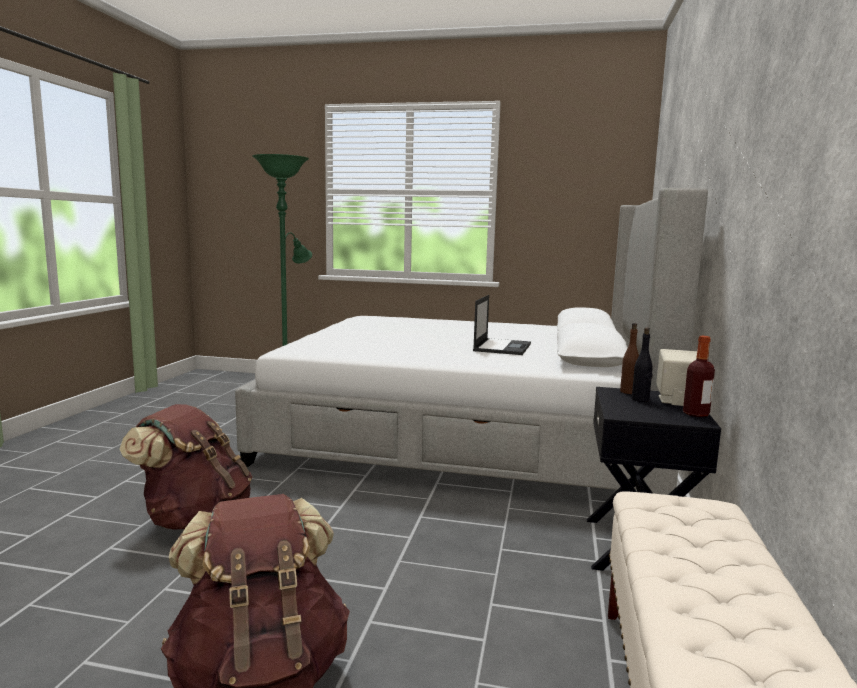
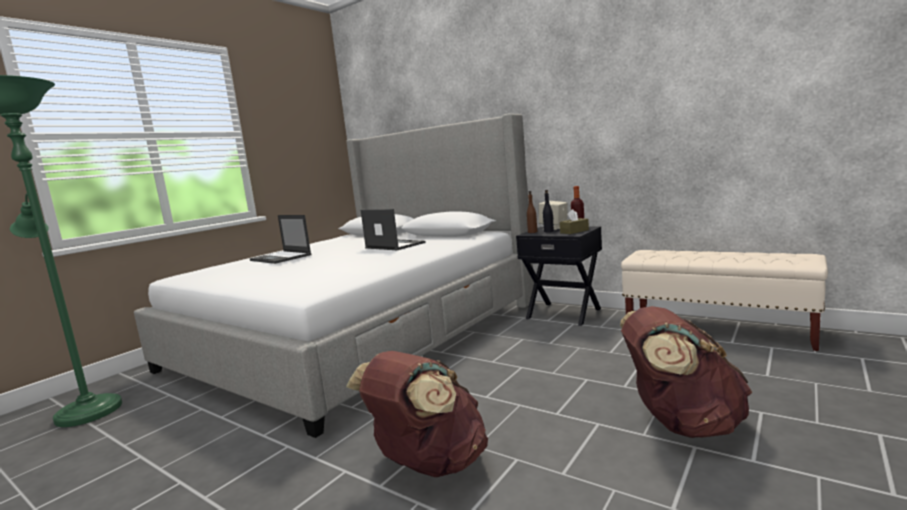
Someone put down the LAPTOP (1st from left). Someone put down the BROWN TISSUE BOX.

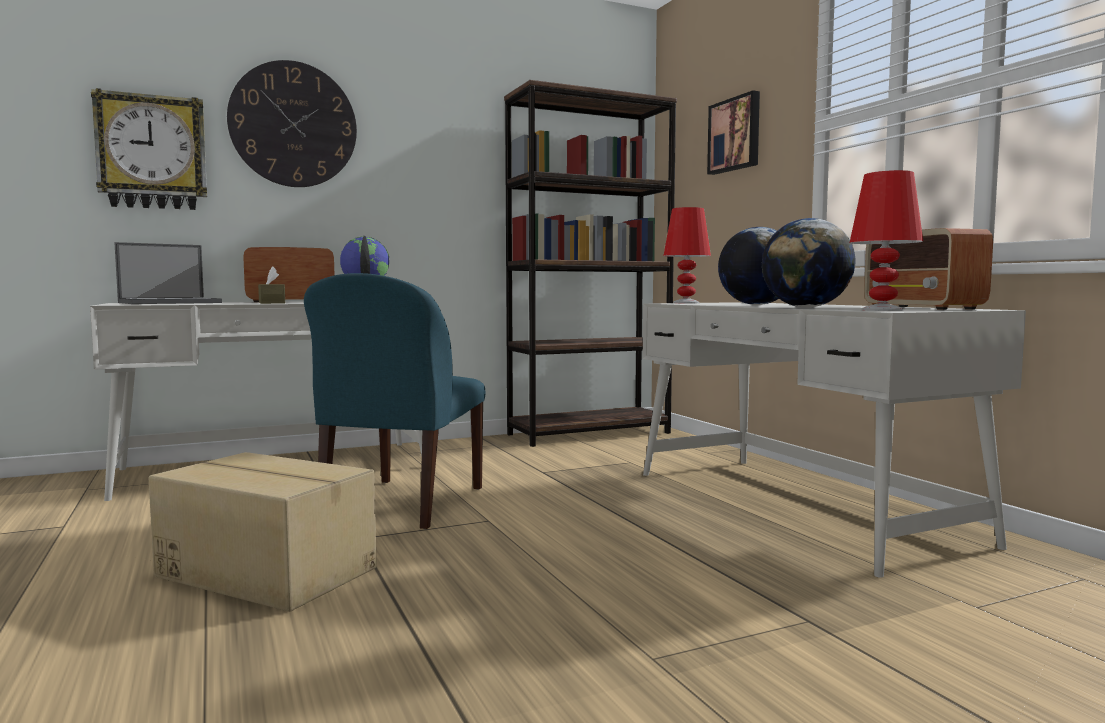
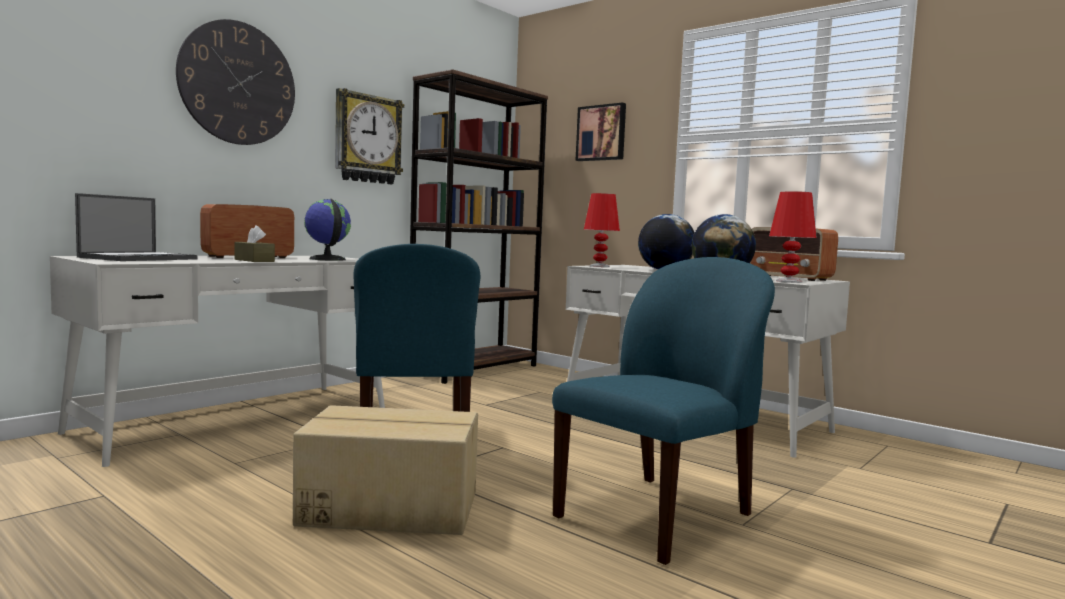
Someone put down the BLUE CHAIR (2nd from left). Someone carried the WALL CLOCK (1st from left in the first image).

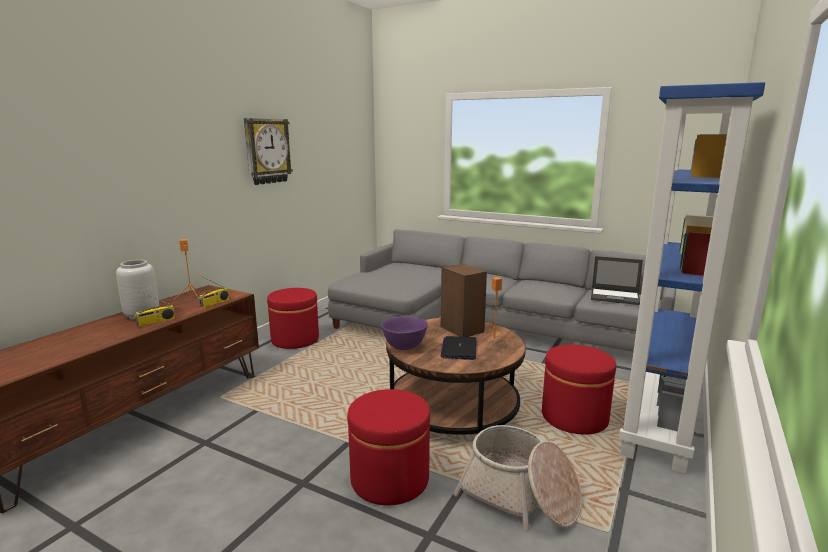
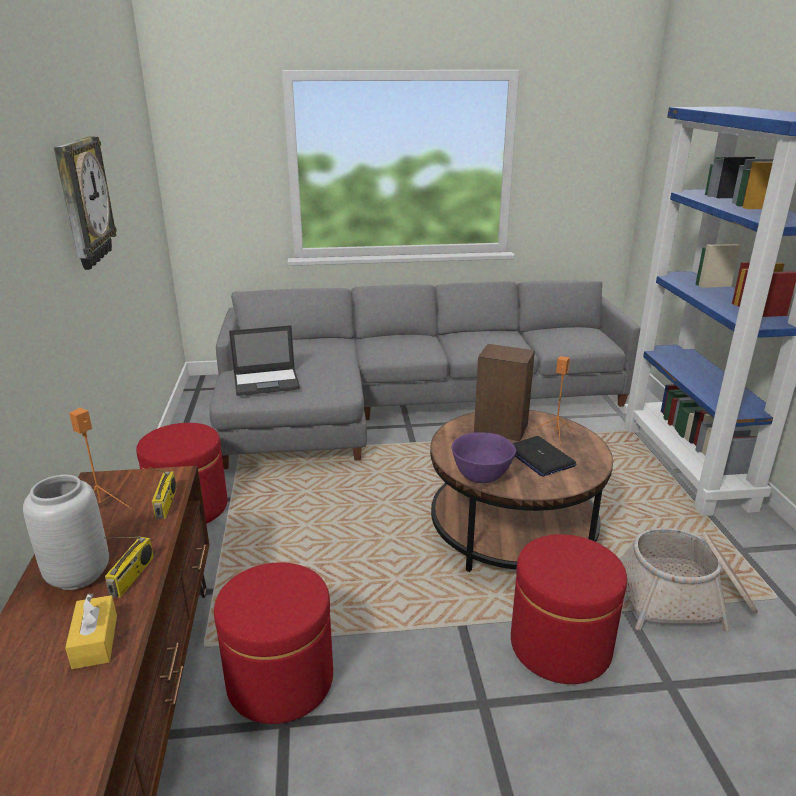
Someone put down the YELLOW TISSUE BOX. Someone carried the RED OTTOMAN (3rd from left in the first image). Someone carried the LAPTOP (2nd from left in the first image).

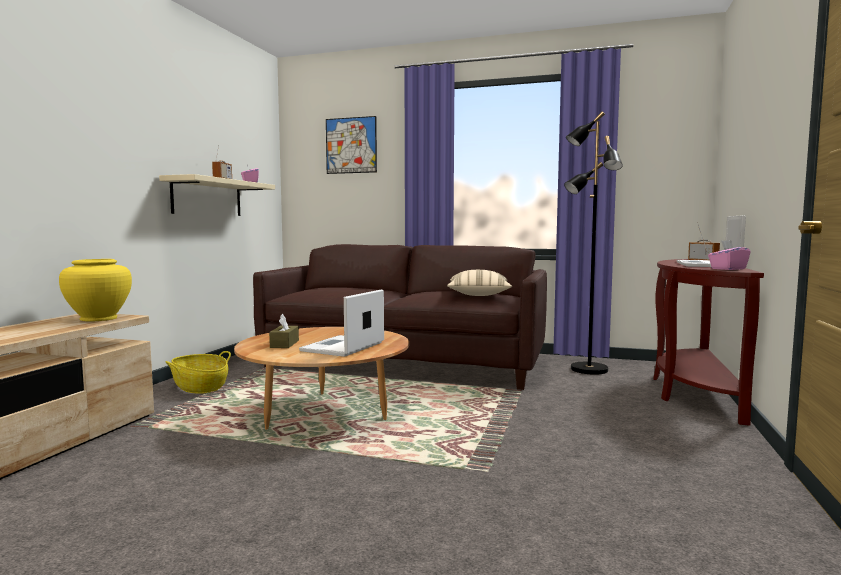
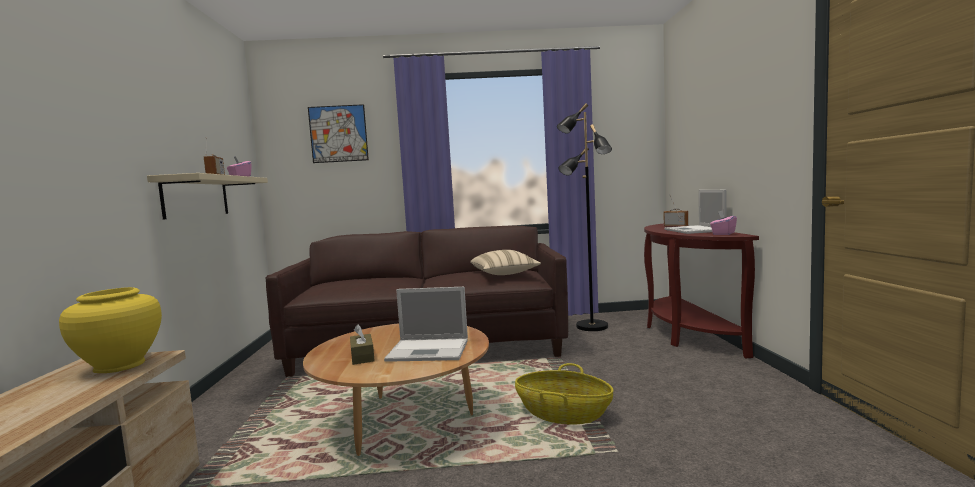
Someone carried the BASKET. Someone rotated the LAPTOP (1st from left) by 90 degrees counterclockwise.

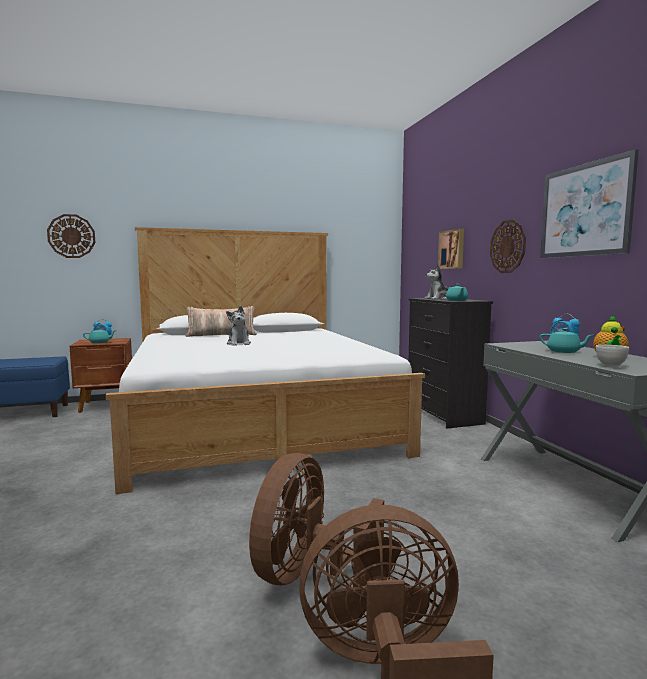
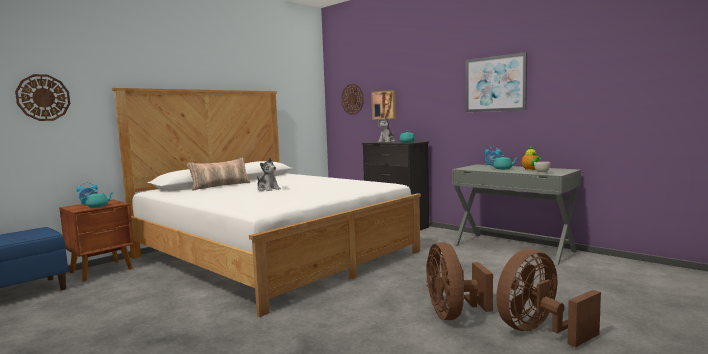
Someone carried the WALL CLOCK (2nd from left).

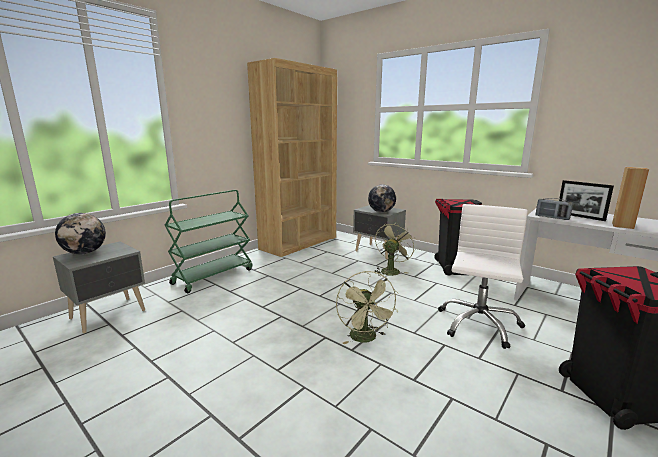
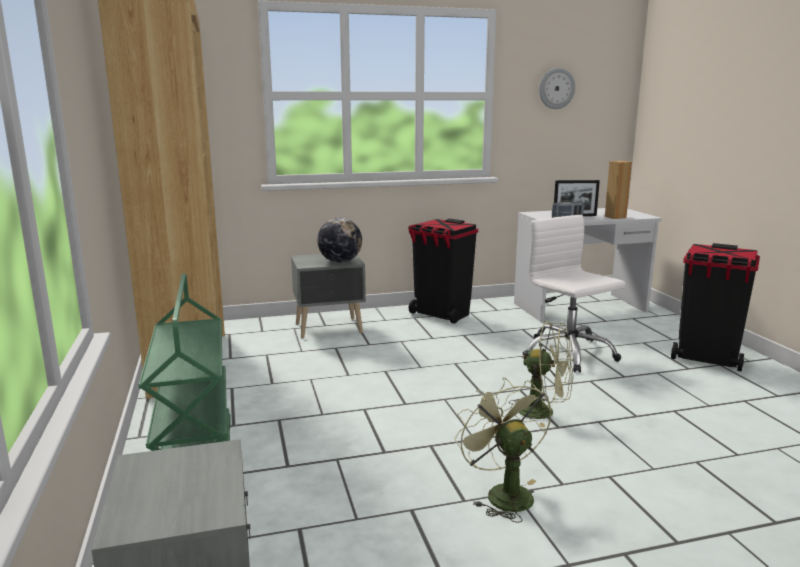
Someone took away the GLOBE (1st from left). Someone put up the WALL CLOCK. Someone carried the GREEN FAN (2nd from left in the first image).

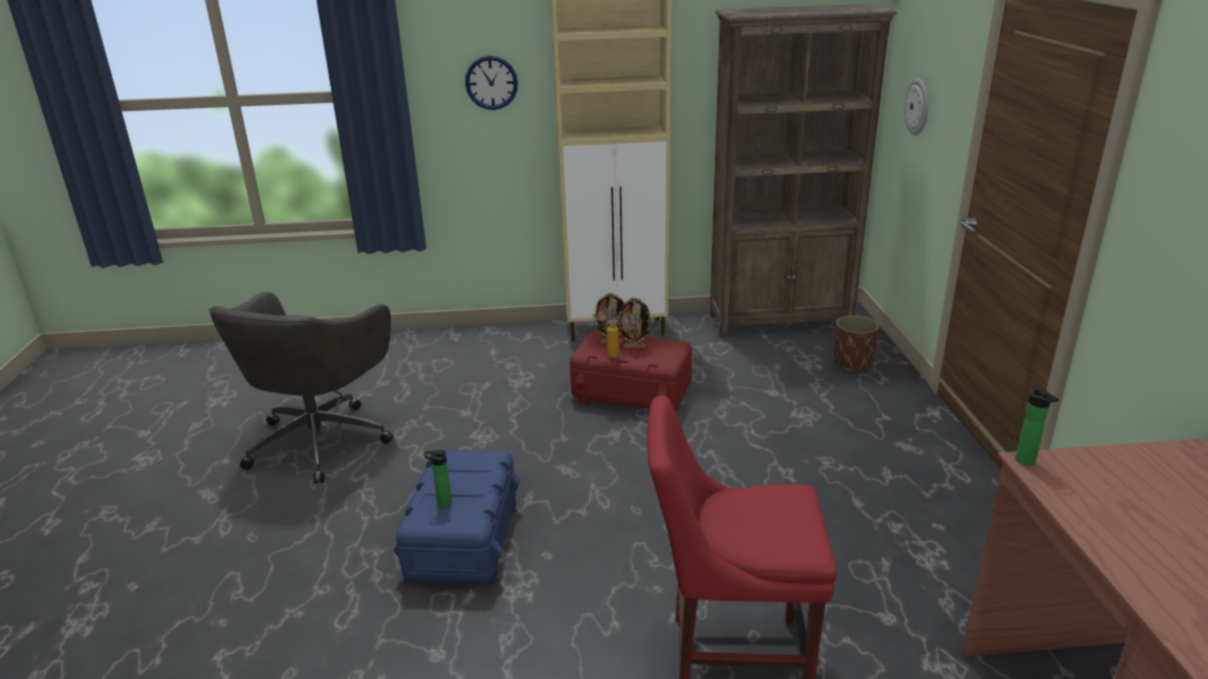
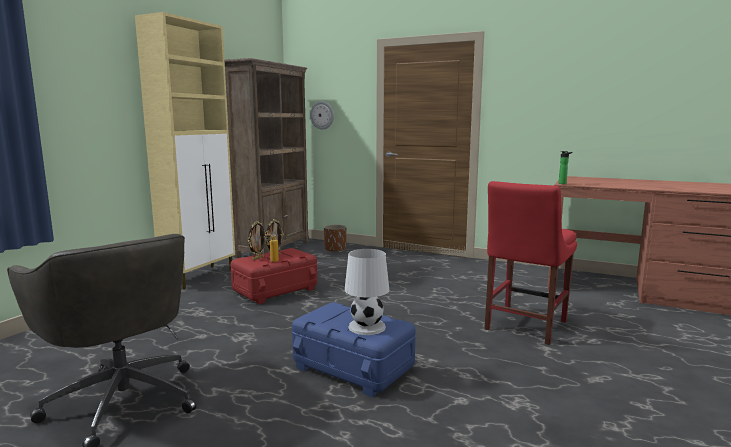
Someone took away the WALL CLOCK (1st from left). Someone swapped the BOTTLE (1st from left) for the WHITE TABLE LAMP.

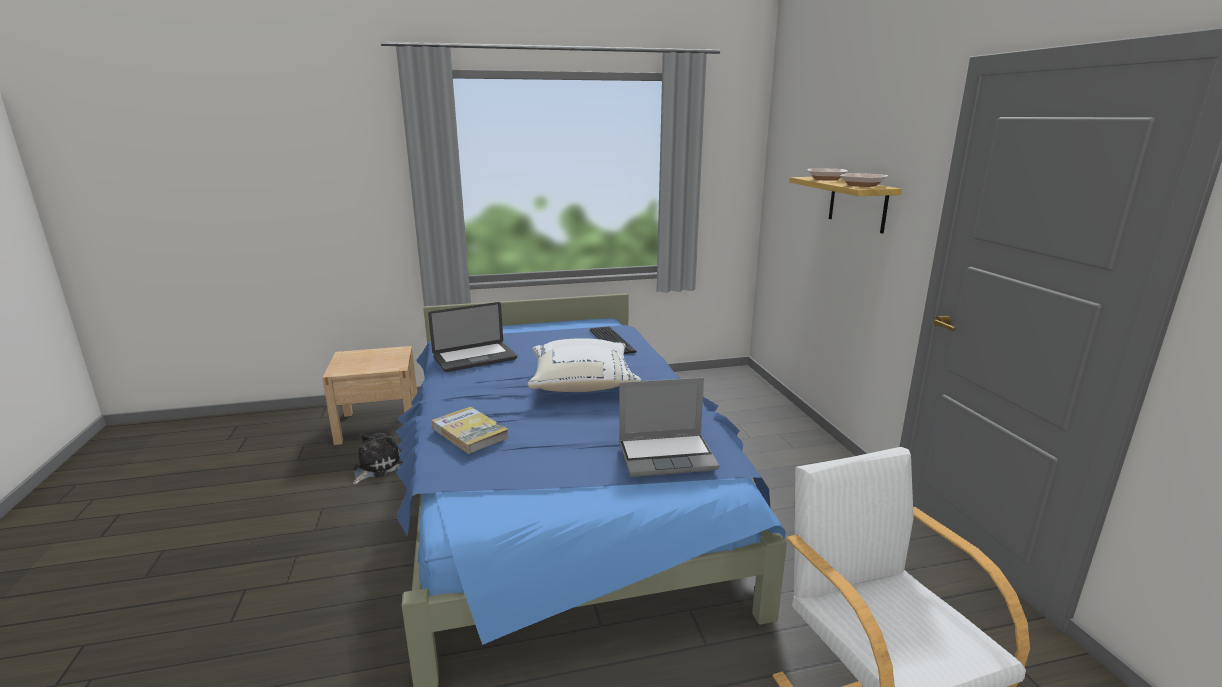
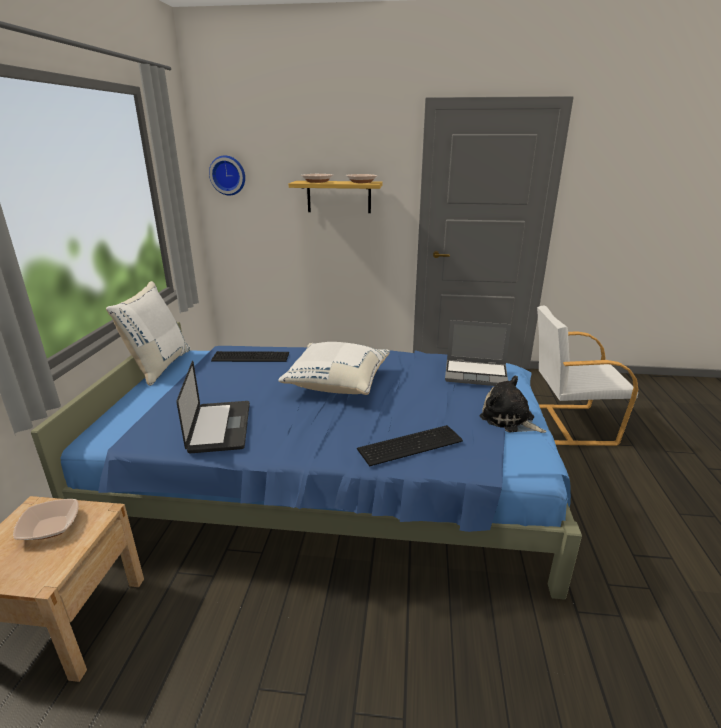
Someone put down the BOWL (1st from left). Someone put down the WHITE PILLOW (1st from left). Someone put up the WALL CLOCK. Someone carried the PLUSH TOY. Someone swapped the BOOK for the KEYBOARD (2nd from left). Someone rotated the LAPTOP (2nd from left) by 90 degrees clockwise.

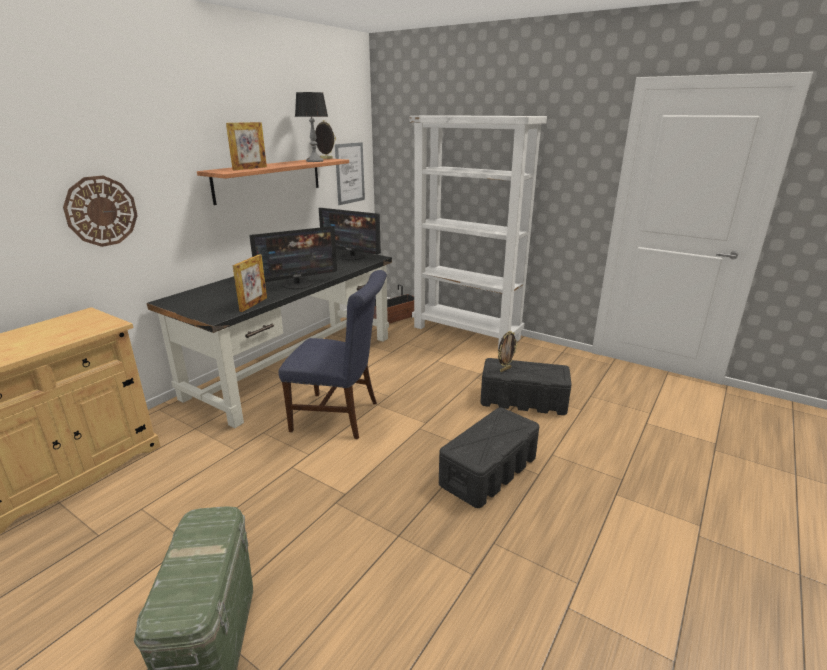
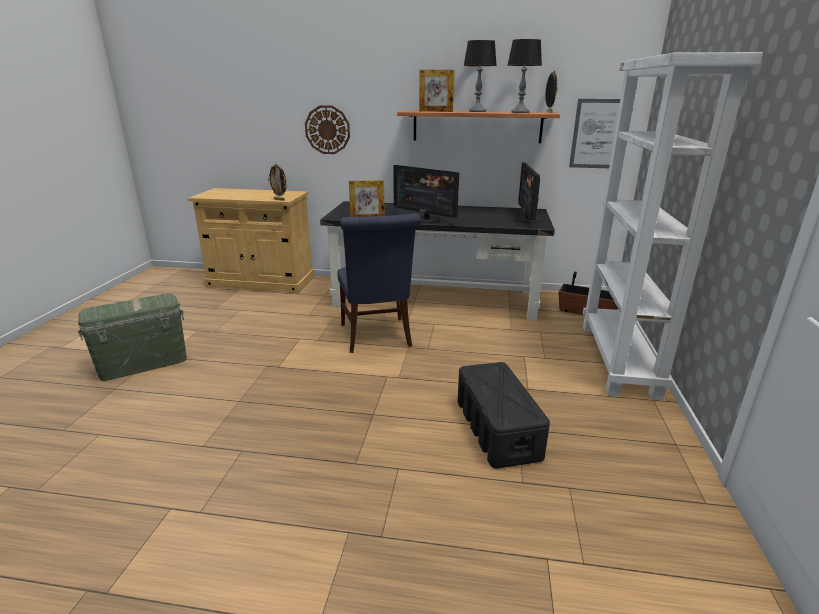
Someone took away the BLACK STORAGE BOX (1st from left). Someone put down the TABLE LAMP (1st from left). Someone carried the PICTURE FRAME (4th from left in the first image).

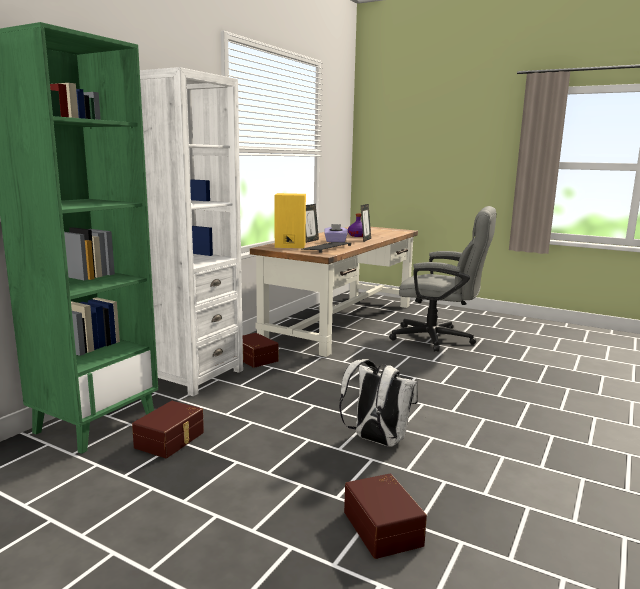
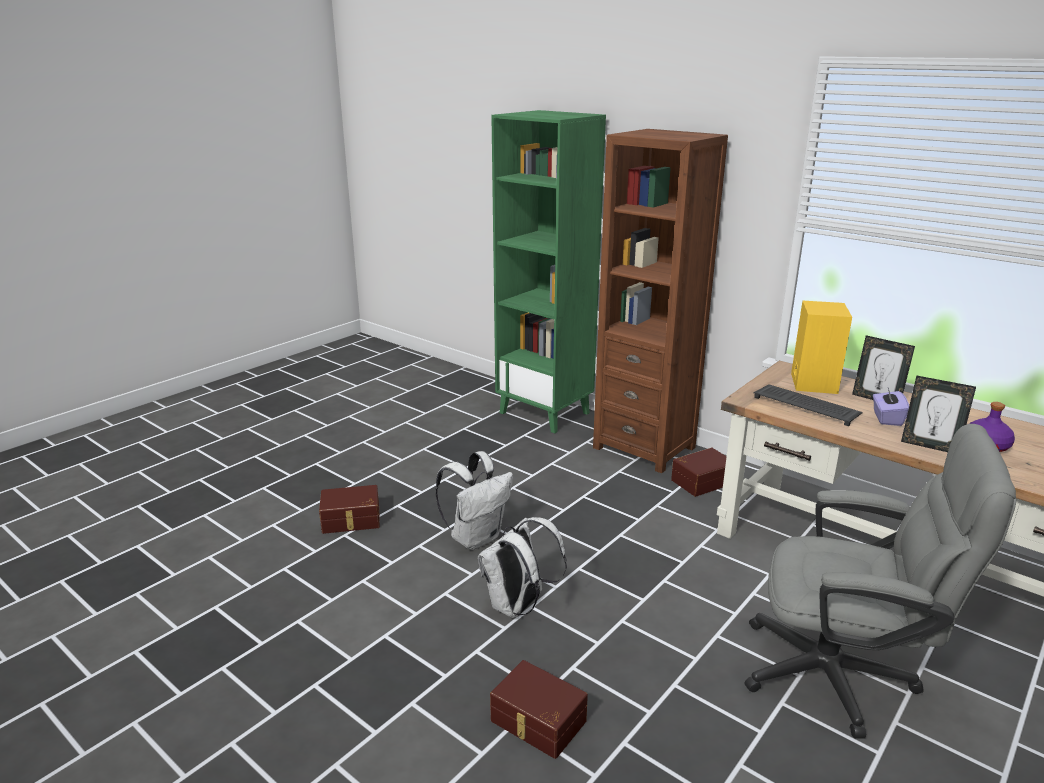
Someone put down the WHITE BACKPACK (2nd from left). Someone carried the BROWN STORAGE BOX (1st from left in the first image). Someone repainted the WHITE BOOKCASE, which became the BROWN BOOKCASE. Someone rotated the GREY OFFICE CHAIR by 105 degrees counterclockwise.

